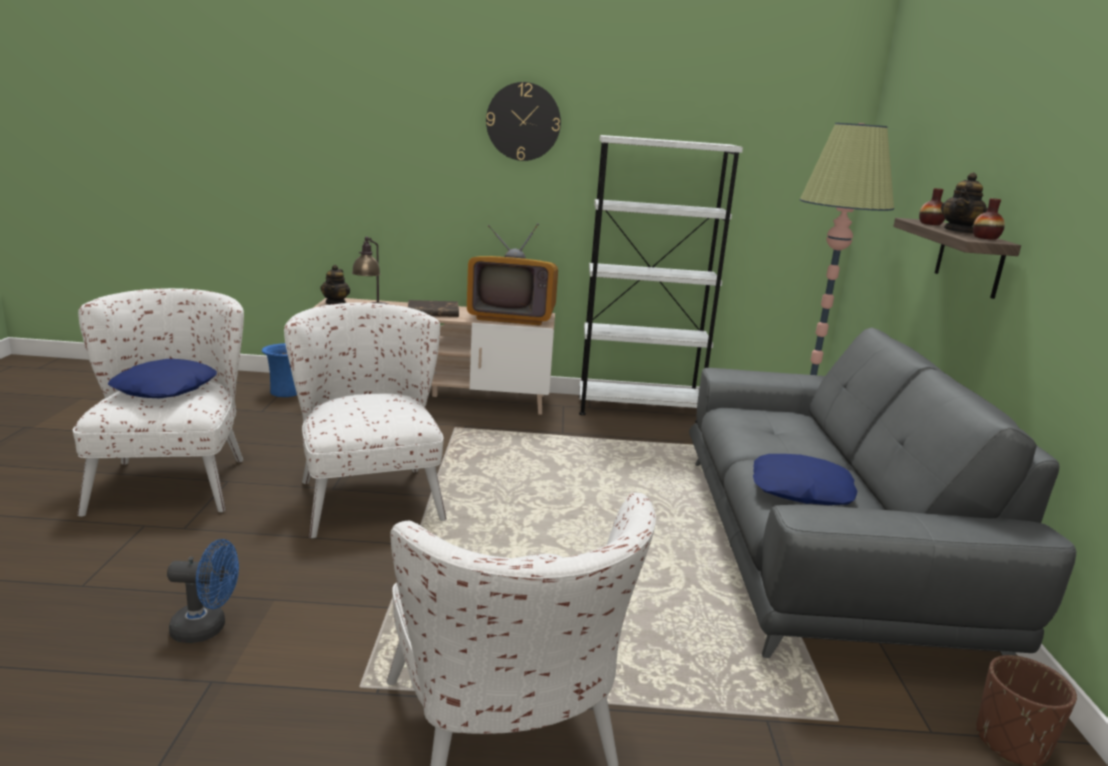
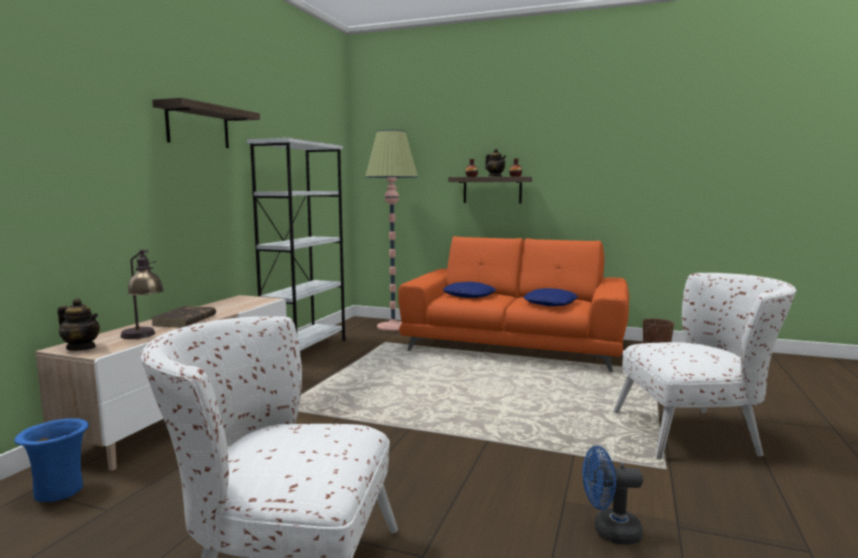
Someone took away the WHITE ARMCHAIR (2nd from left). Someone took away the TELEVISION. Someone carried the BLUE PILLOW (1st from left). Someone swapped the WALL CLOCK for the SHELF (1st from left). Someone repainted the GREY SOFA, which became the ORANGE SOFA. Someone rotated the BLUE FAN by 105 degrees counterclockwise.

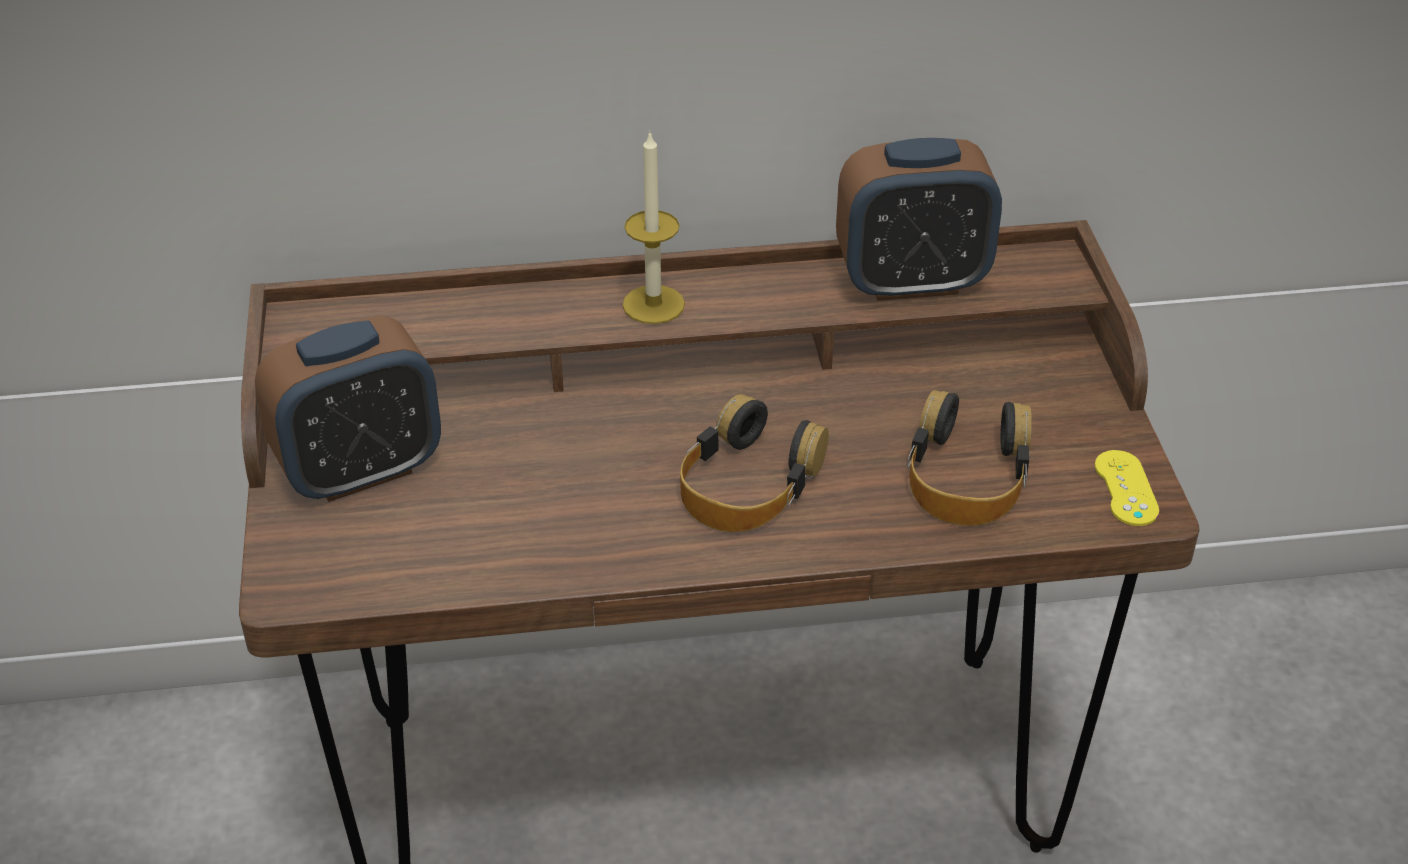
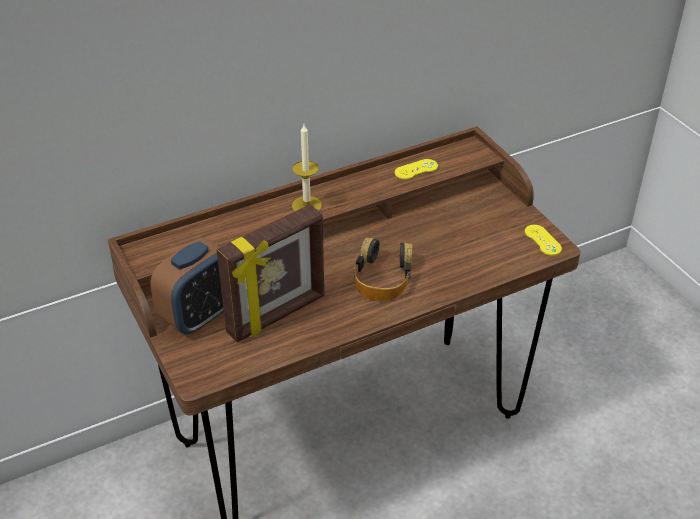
Someone took away the HEADPHONES (2nd from left). Someone put down the PICTURE FRAME. Someone swapped the ALARM CLOCK (2nd from left) for the YELLOW GAME CONTROLLER (1st from left).

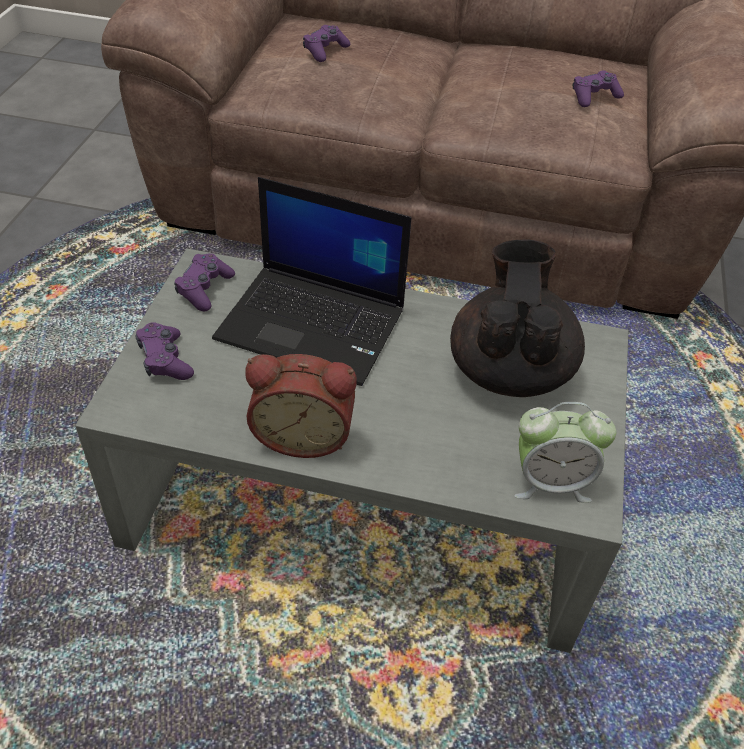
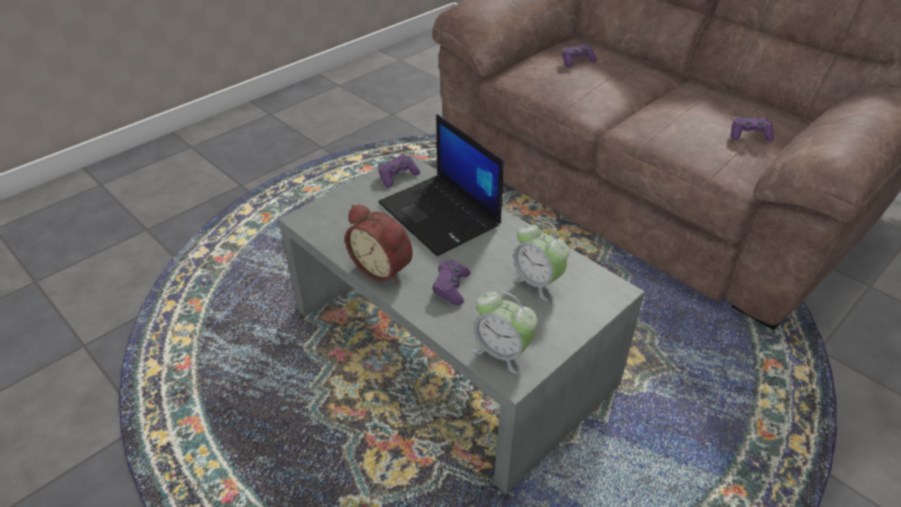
Someone carried the PURPLE GAME CONTROLLER (1st from left in the first image). Someone swapped the BLACK TEAPOT for the ALARM CLOCK (3rd from left).

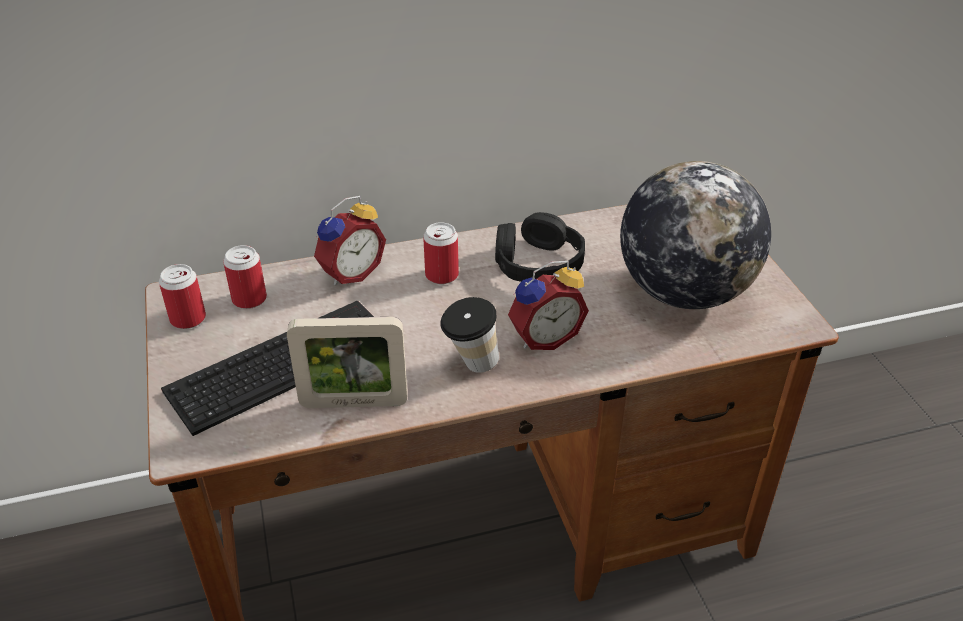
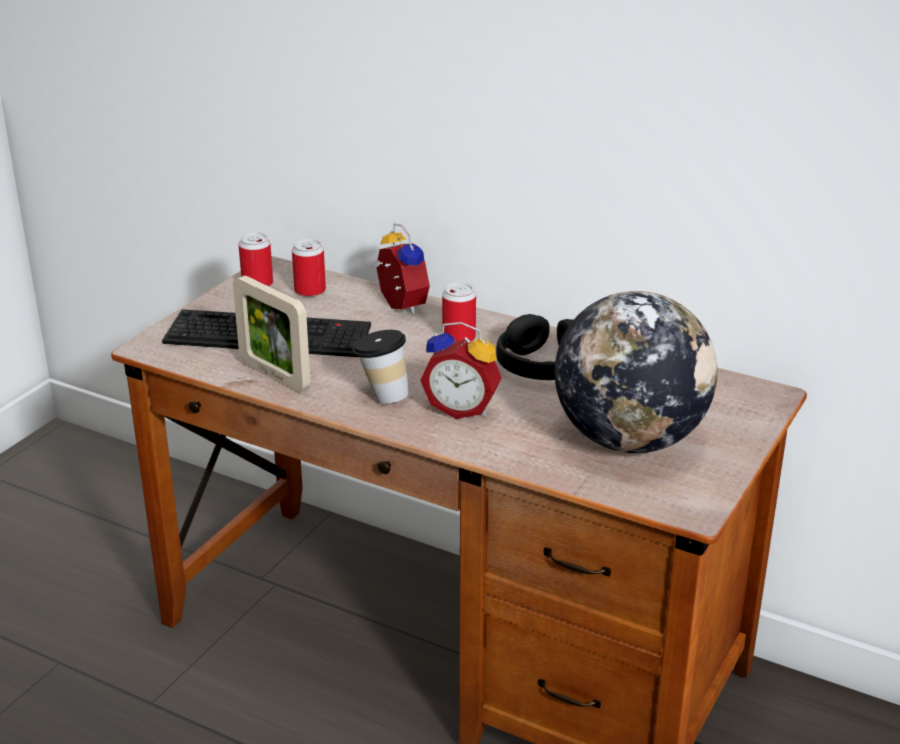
Someone rotated the ALARM CLOCK (1st from left) by 120 degrees counterclockwise.

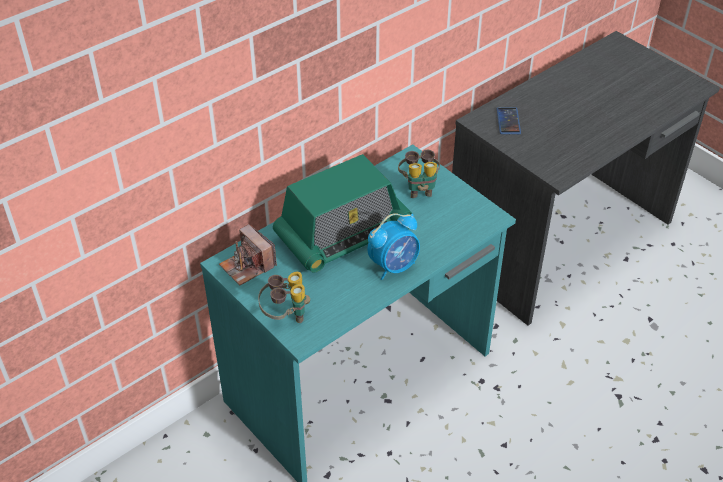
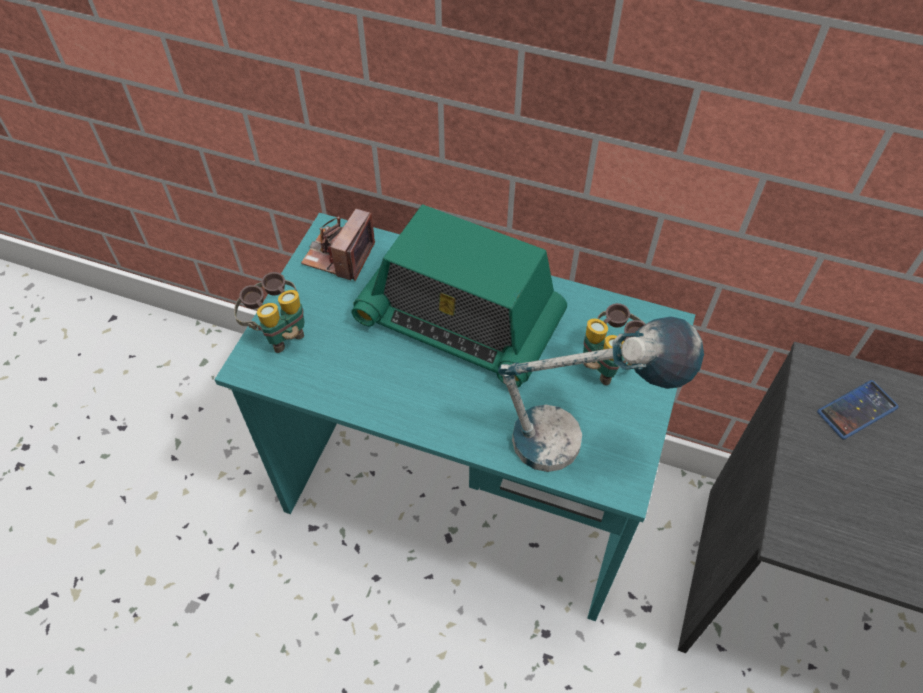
Someone took away the ALARM CLOCK. Someone put down the TABLE LAMP.

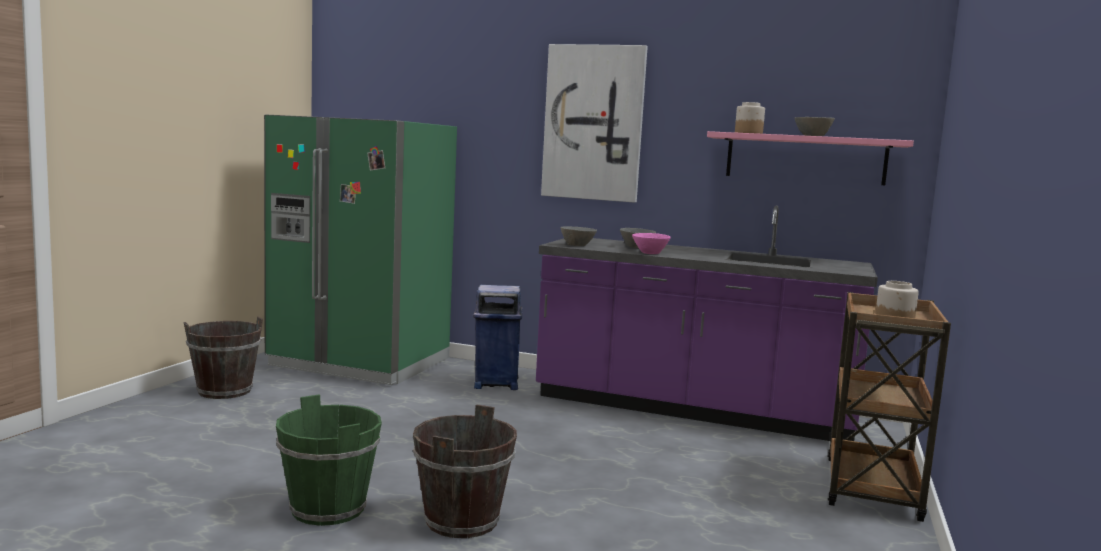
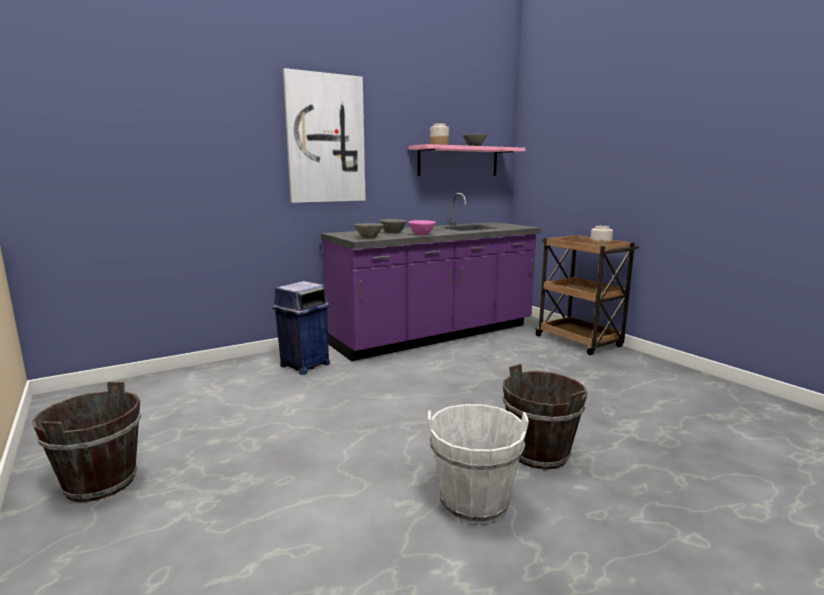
Someone took away the GREEN FRIDGE. Someone repainted the GREEN BUCKET, which became the WHITE BUCKET.

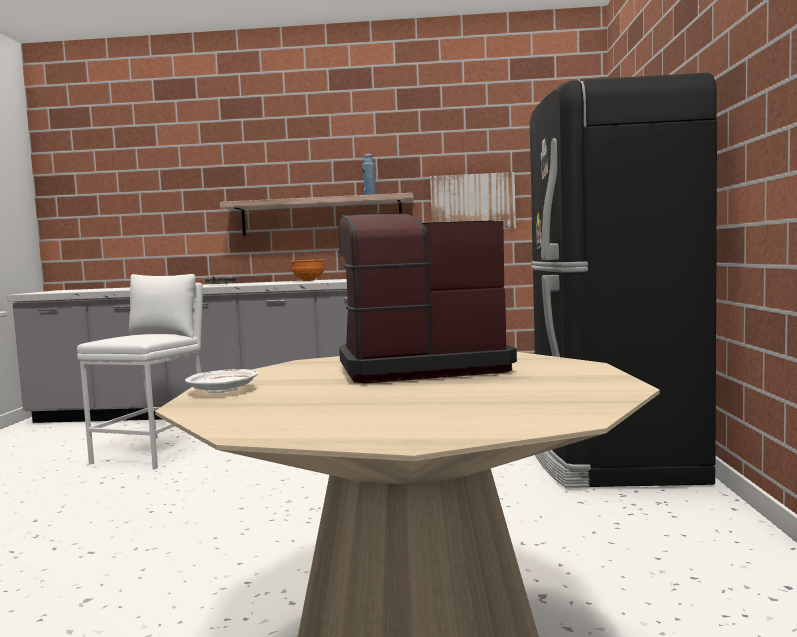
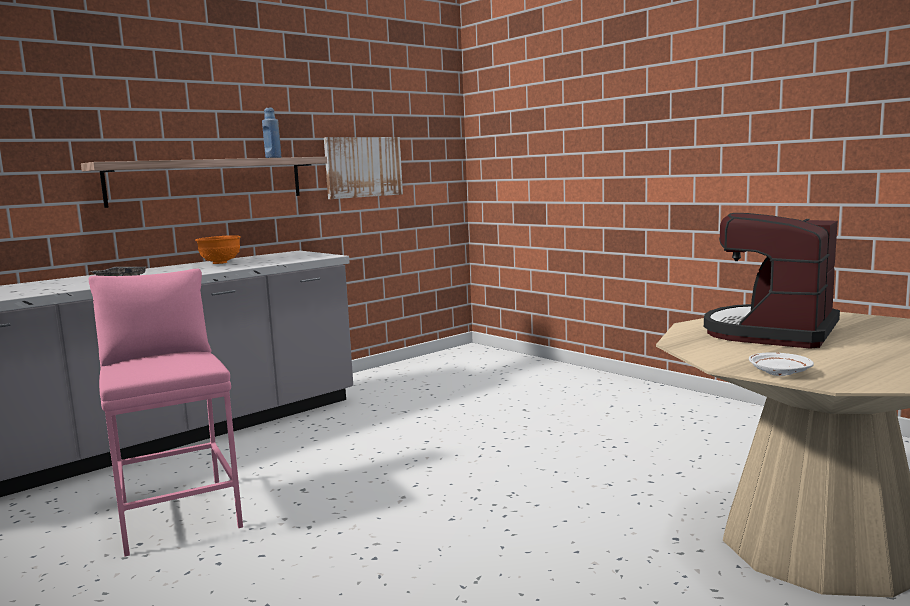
Someone took away the BLACK FRIDGE. Someone repainted the WHITE STOOL, which became the PINK STOOL.

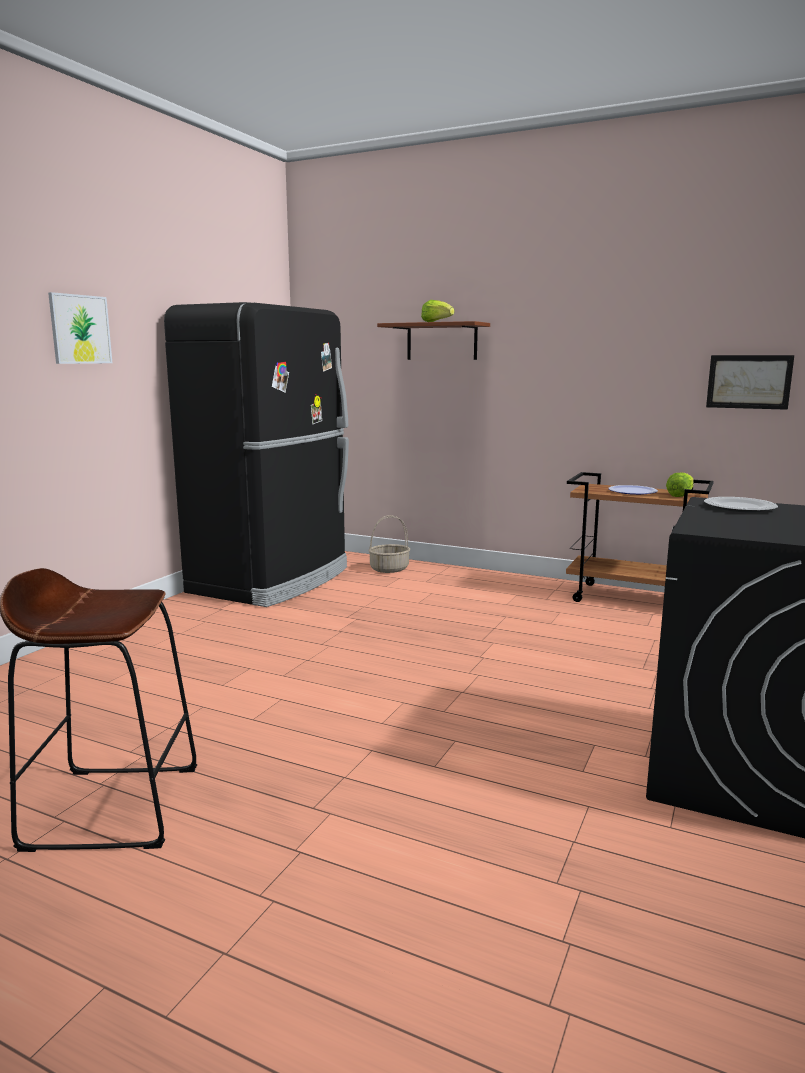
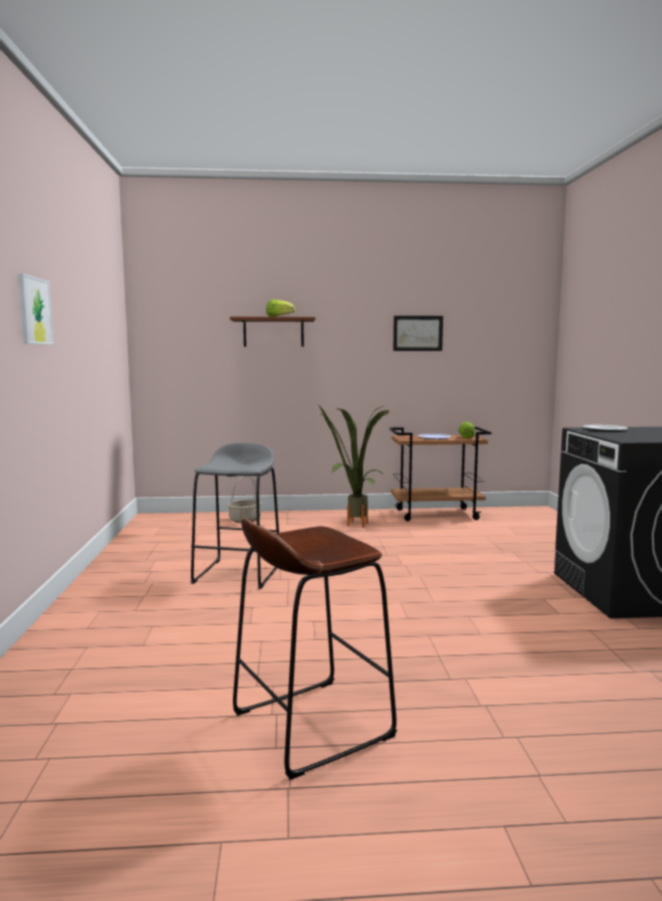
Someone took away the BLACK FRIDGE. Someone put down the GREY STOOL. Someone put down the POTTED PLANT. Someone carried the PICTURE (2nd from left).

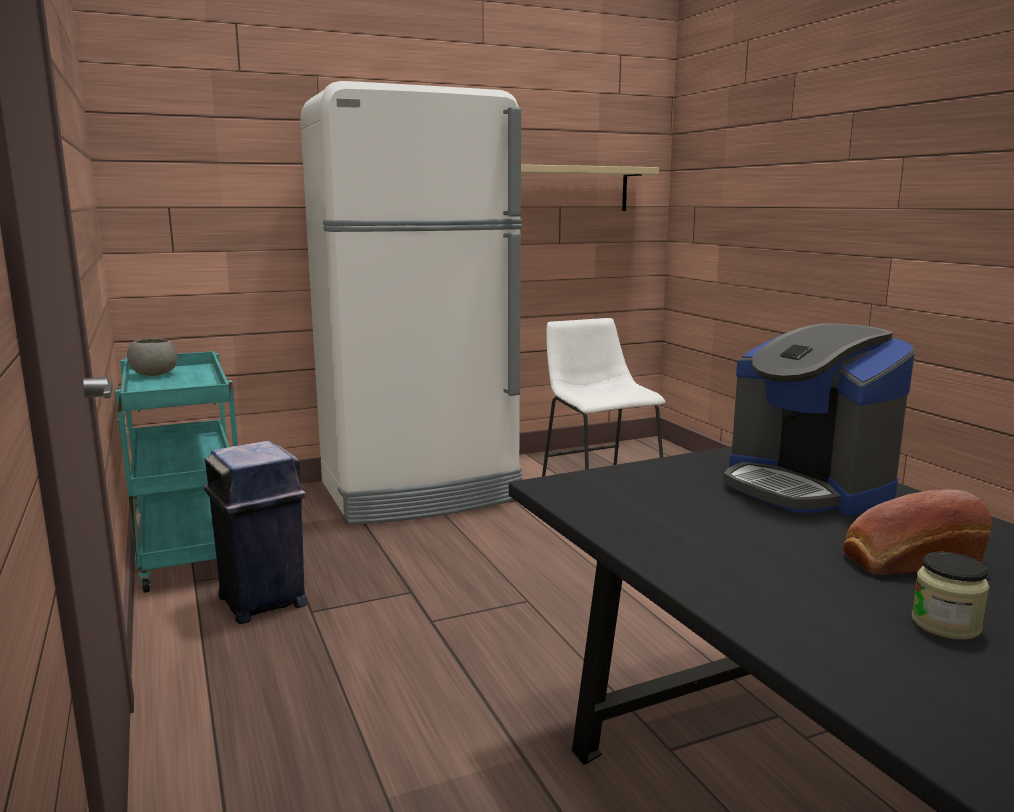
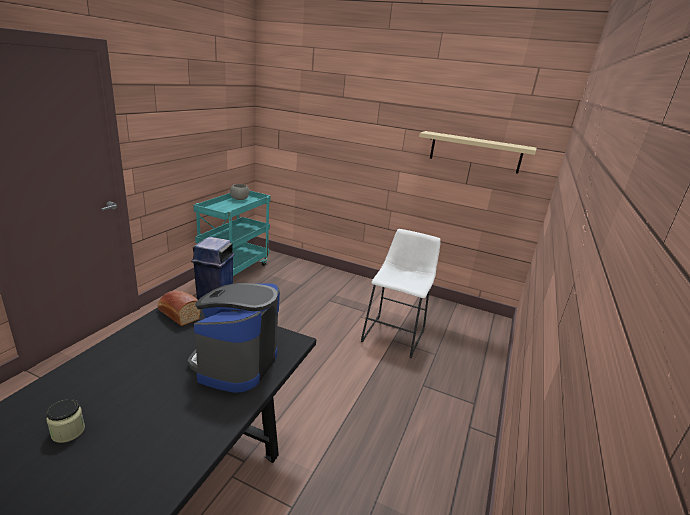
Someone took away the WHITE FRIDGE. Someone carried the BREAD.

